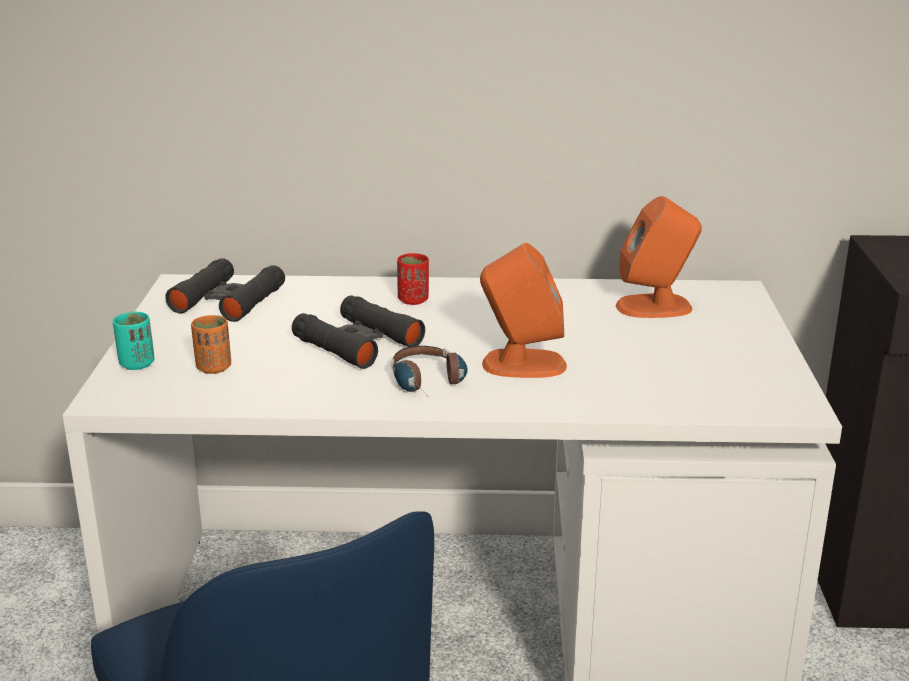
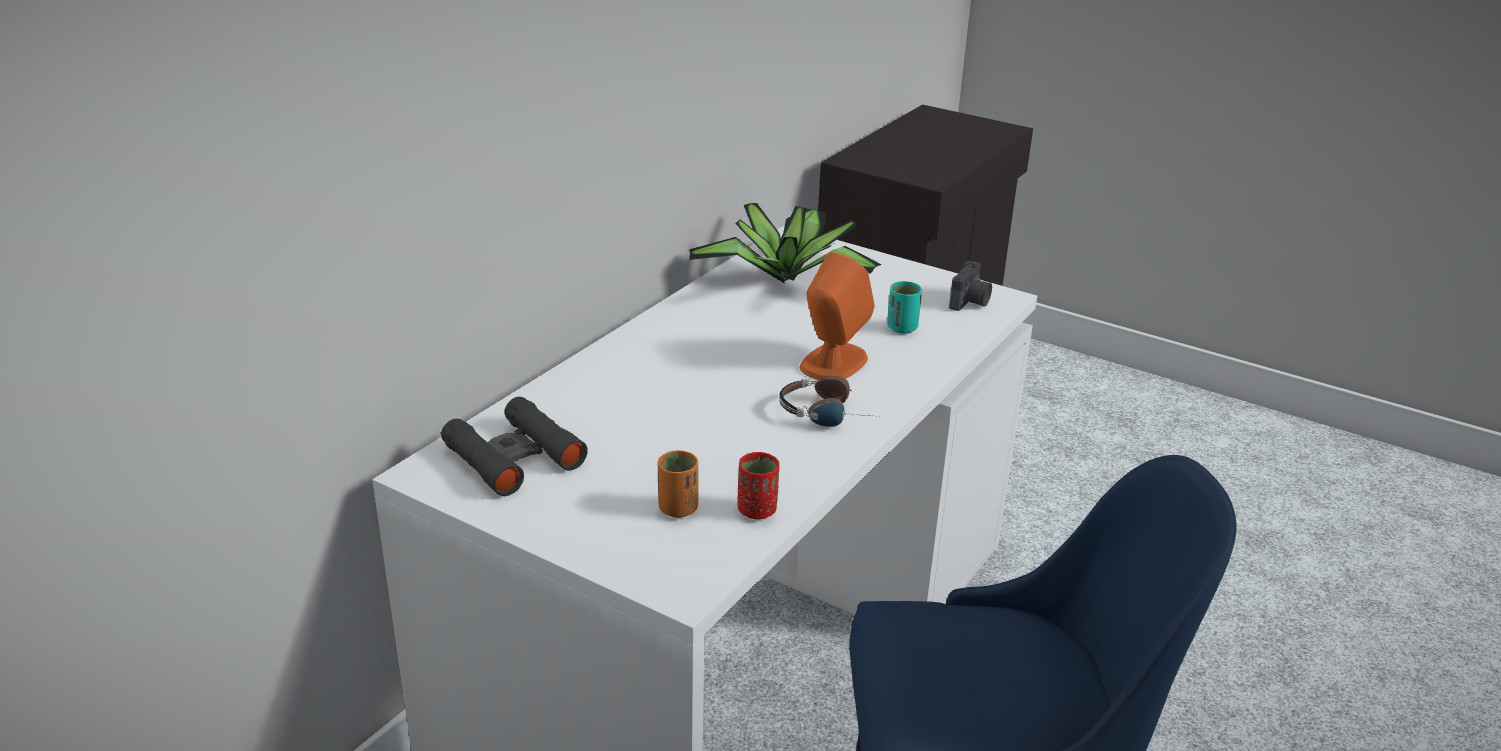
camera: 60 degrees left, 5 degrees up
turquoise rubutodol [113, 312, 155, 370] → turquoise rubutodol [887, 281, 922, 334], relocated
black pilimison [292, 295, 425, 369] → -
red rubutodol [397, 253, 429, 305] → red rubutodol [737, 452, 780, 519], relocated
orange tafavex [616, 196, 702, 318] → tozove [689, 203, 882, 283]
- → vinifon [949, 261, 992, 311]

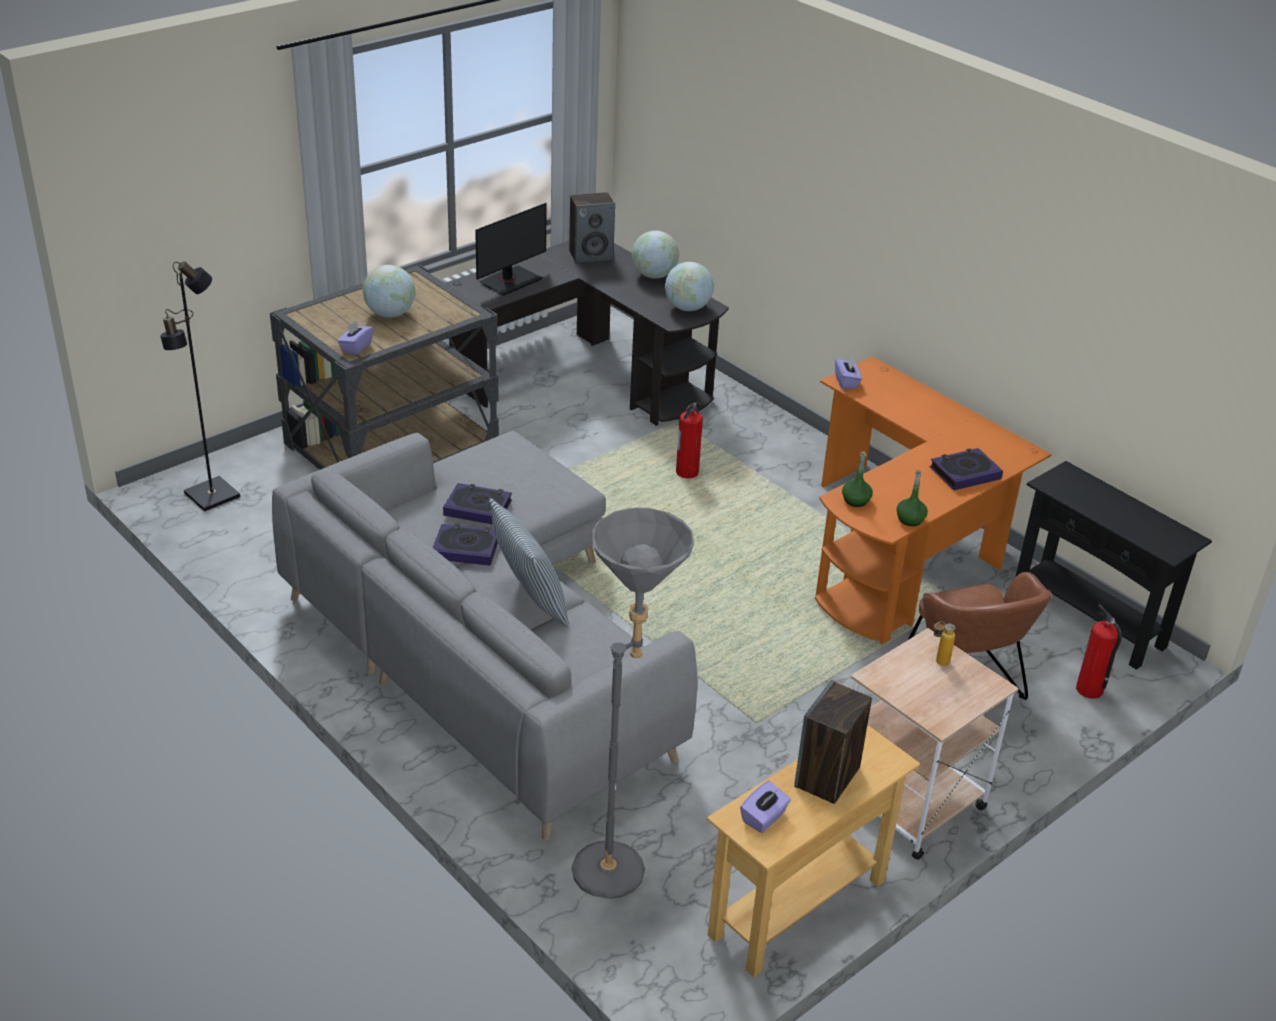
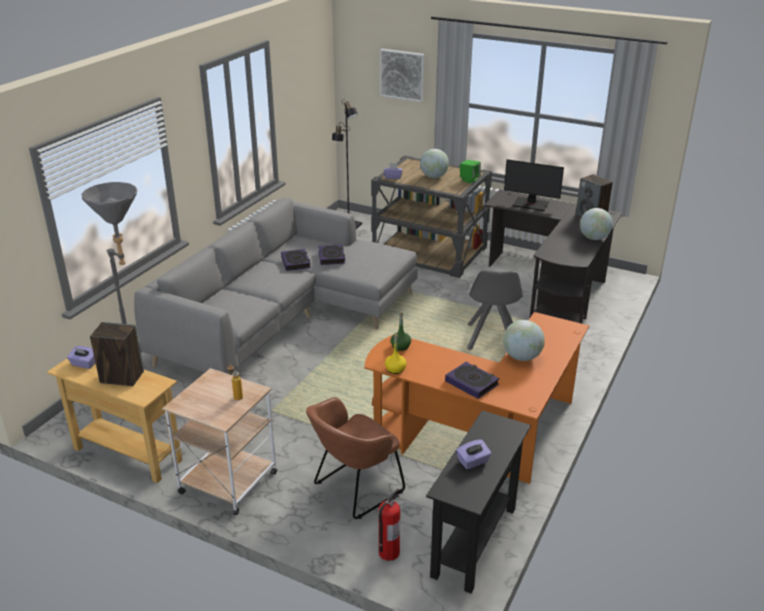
camera: 70 degrees right, 5 degrees down
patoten [489, 498, 569, 628] → -
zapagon [665, 262, 714, 311] → zapagon [503, 320, 545, 361], relocated
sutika [676, 402, 703, 479] → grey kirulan [467, 269, 523, 350]
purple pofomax [835, 358, 862, 389] → purple pofomax [456, 440, 492, 470], relocated
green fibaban [896, 470, 928, 526] → yellow fibaban [385, 334, 407, 374]
- → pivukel [380, 49, 424, 103]
- → green tafavex [460, 160, 481, 183]

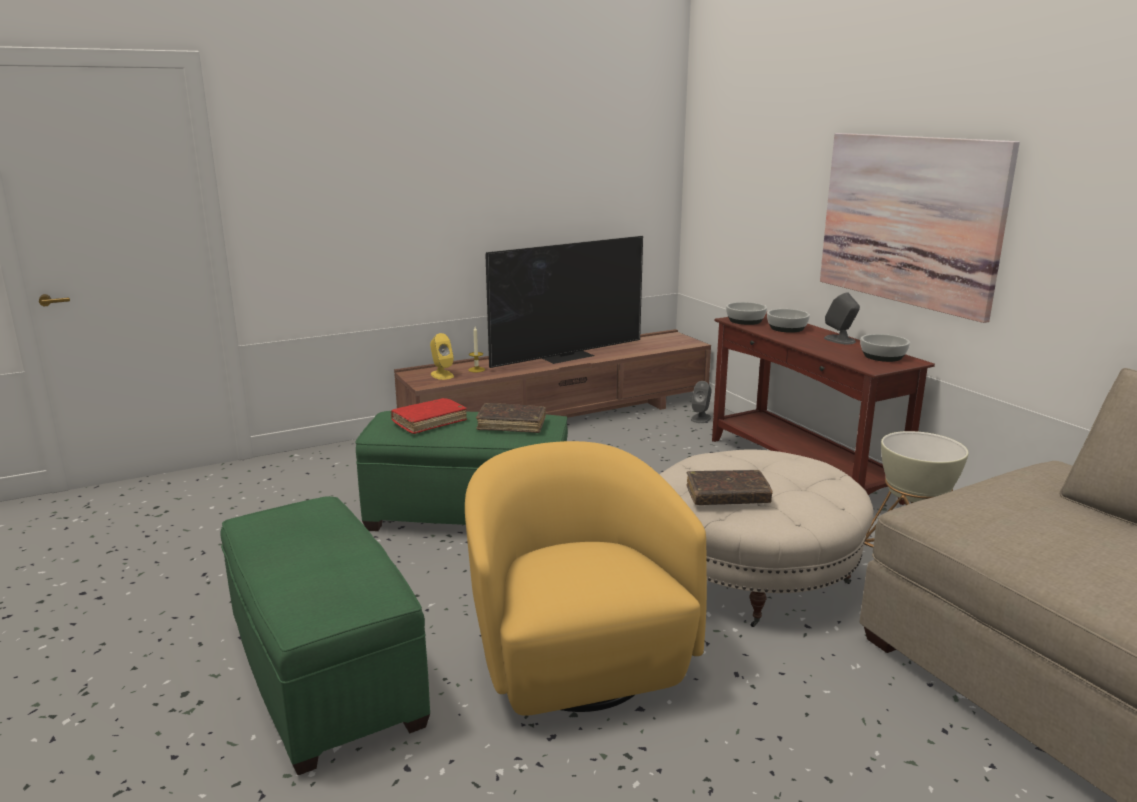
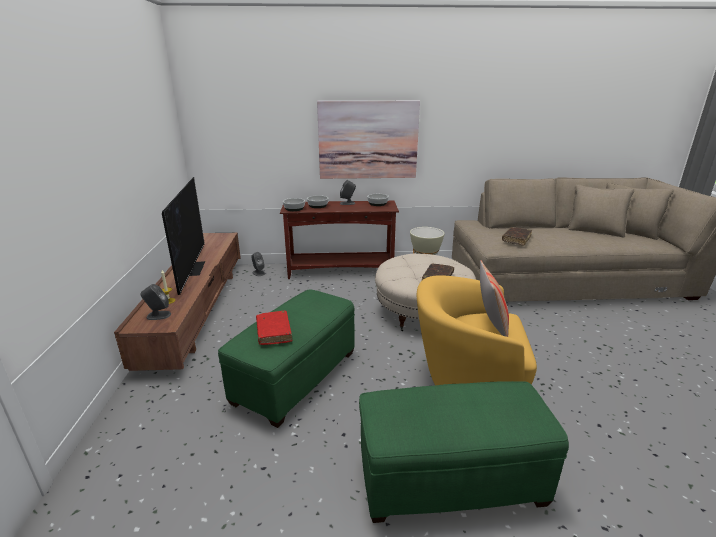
camera: 65 degrees left, 5 degrees up
yellow tafavex [430, 333, 454, 380] → grey tafavex [140, 284, 171, 320]
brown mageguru [476, 403, 546, 433] → brown mageguru [502, 227, 532, 246], relocated
- → patoten [480, 260, 509, 337]

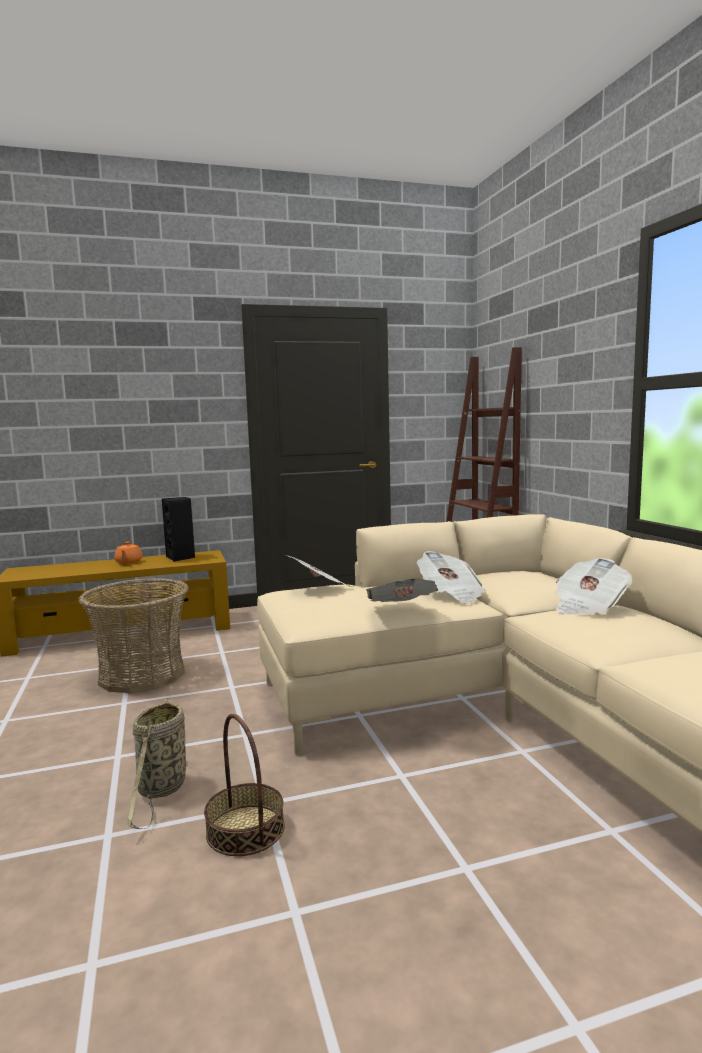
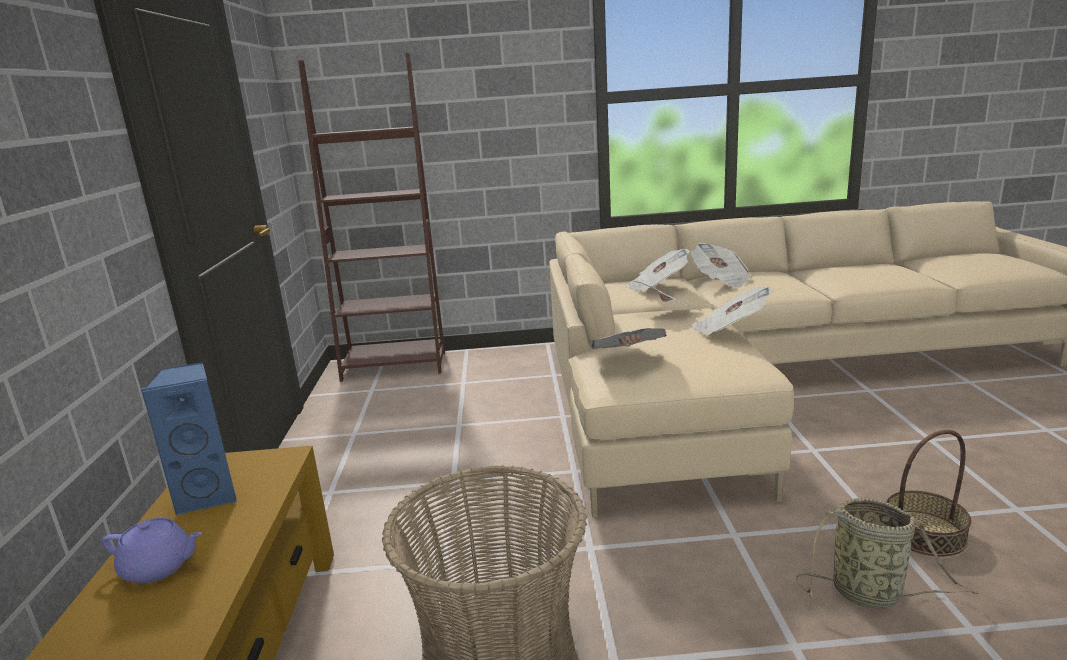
camera: 75 degrees left, 10 degrees up
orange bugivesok [114, 542, 143, 564] → purple bugivesok [102, 518, 202, 583]
black tafavex [162, 497, 195, 562] → blue tafavex [141, 362, 237, 516]
- → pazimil [625, 249, 690, 292]

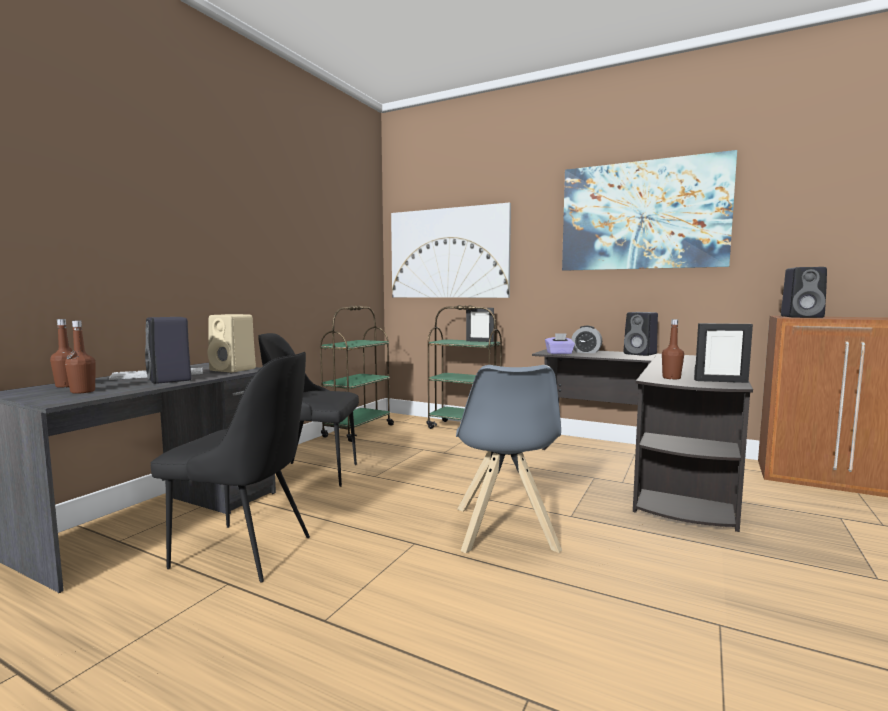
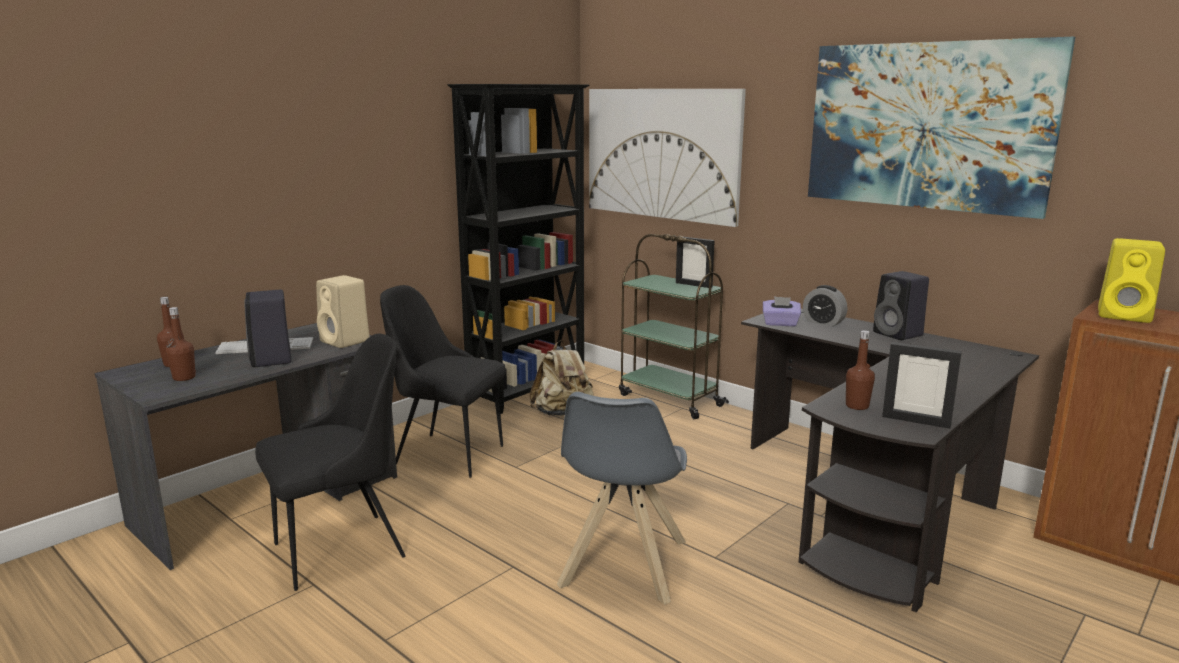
camera: 15 degrees right, 10 degrees up
black kirulan [151, 352, 310, 583] → black kirulan [255, 334, 405, 591], 60 degrees counterclockwise
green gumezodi [320, 305, 394, 442] → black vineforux [448, 84, 589, 414]
black tafavex [781, 267, 827, 318] → yellow tafavex [1098, 238, 1165, 323]
- → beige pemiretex [530, 340, 594, 416]

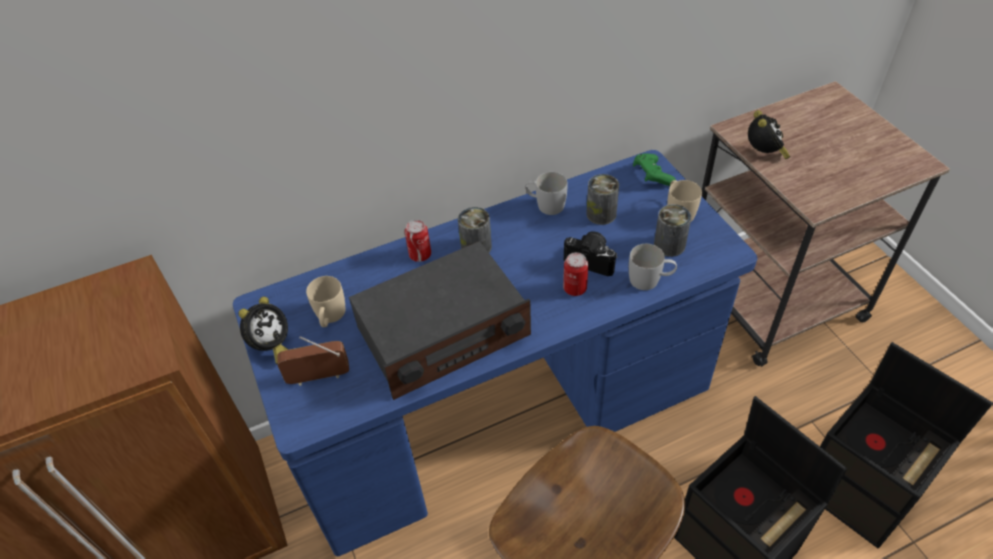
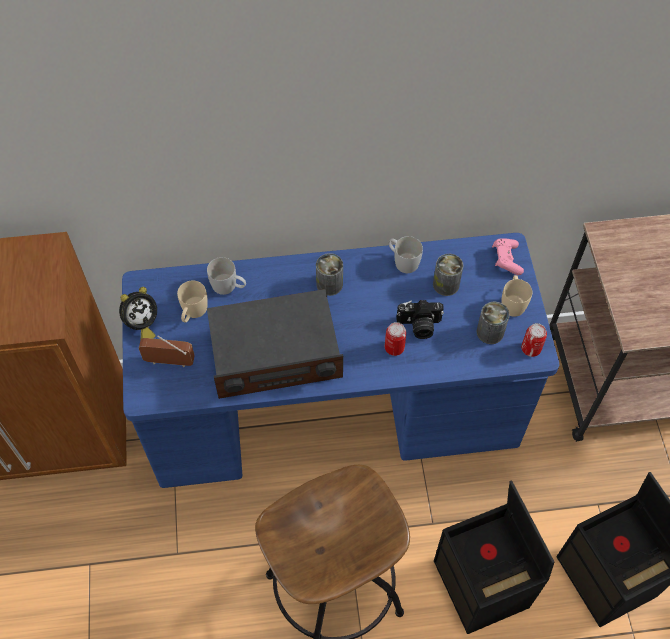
camera: 15 degrees right, 10 degrees up
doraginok [405, 219, 431, 262] → doraginok [521, 323, 547, 357], relocated
vinifon [564, 231, 617, 276] → vinifon [396, 300, 444, 339], 135 degrees clockwise
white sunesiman [629, 244, 677, 290] → white sunesiman [207, 257, 246, 295], relocated
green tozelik [633, 153, 676, 186] → pink tozelik [492, 238, 524, 275]
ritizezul [748, 110, 790, 159] → -

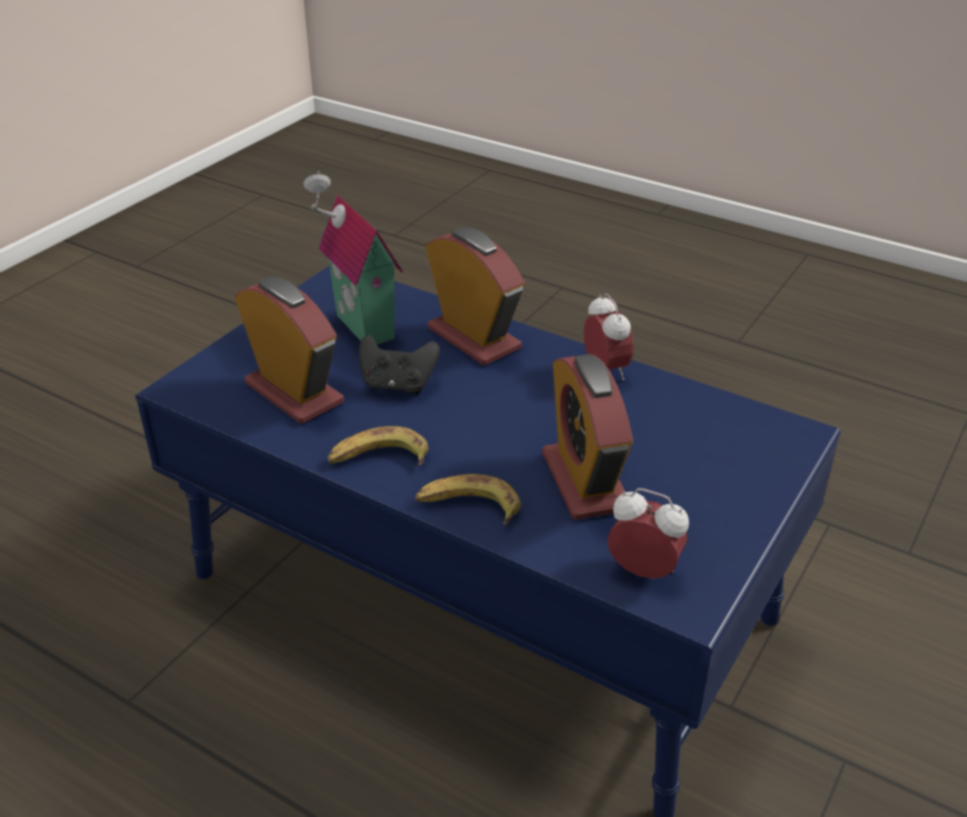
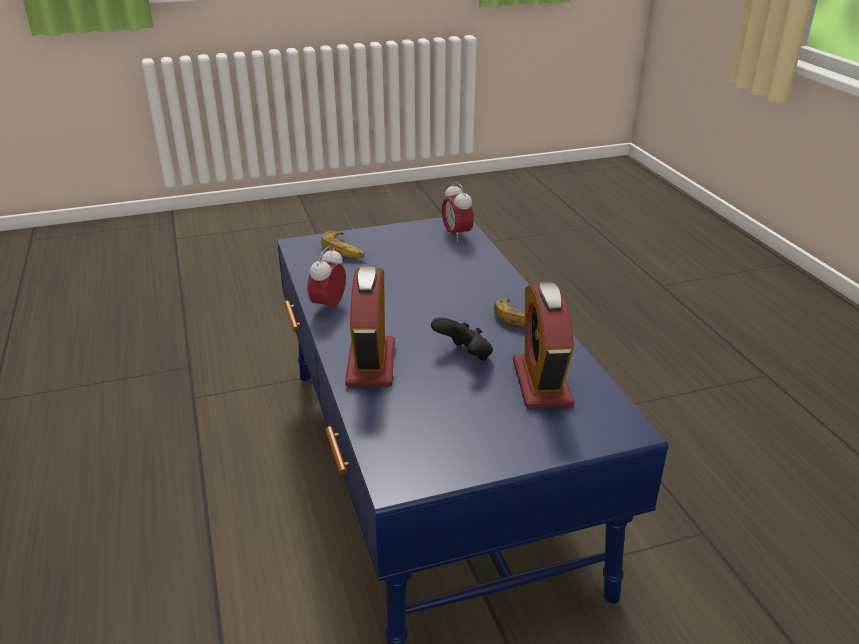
camera: 140 degrees left, 5 degrees down
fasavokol [303, 171, 403, 344] → -
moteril [415, 474, 521, 525] → moteril [321, 231, 365, 258], relocated
ritizezul [542, 354, 633, 520] → -

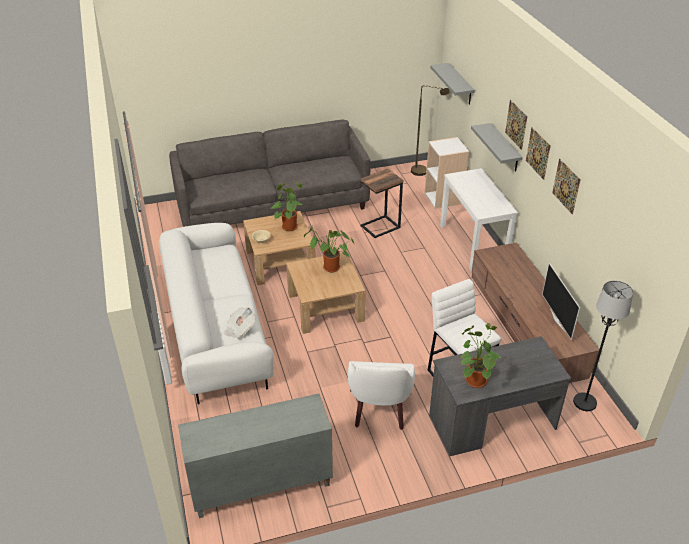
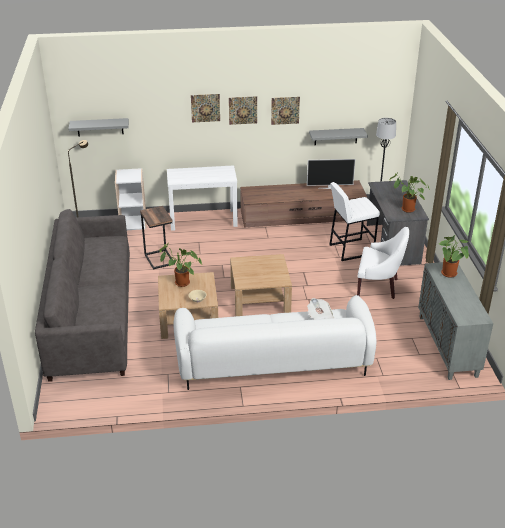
camera: 80 degrees left, 5 degrees down
tozove [304, 226, 354, 272] → tozove [439, 235, 469, 278], relocated
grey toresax [471, 123, 523, 172] → grey toresax [309, 128, 368, 145], relocated

